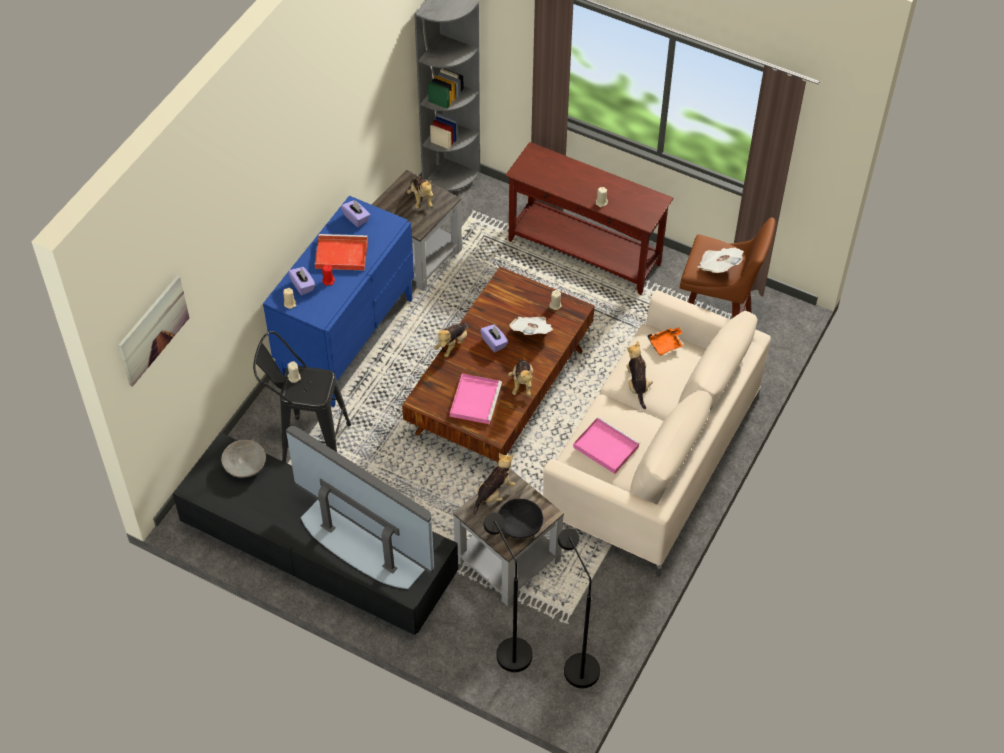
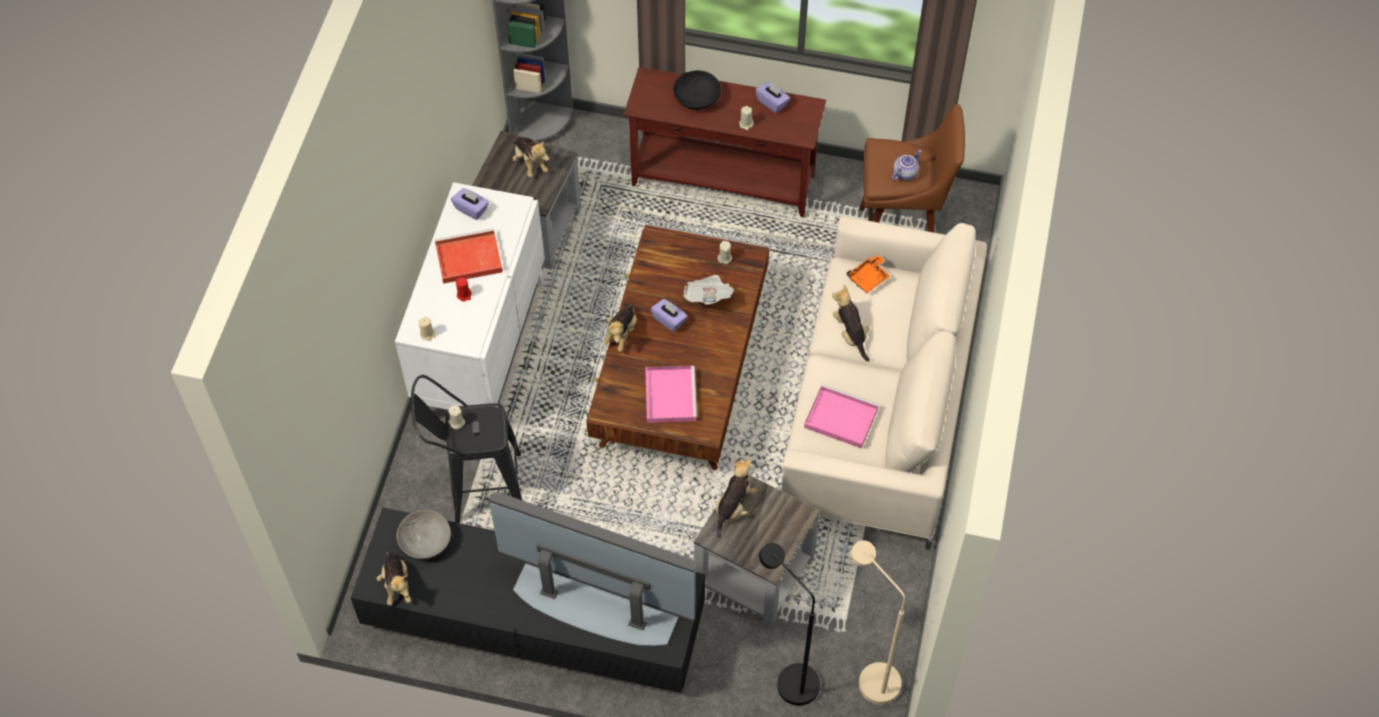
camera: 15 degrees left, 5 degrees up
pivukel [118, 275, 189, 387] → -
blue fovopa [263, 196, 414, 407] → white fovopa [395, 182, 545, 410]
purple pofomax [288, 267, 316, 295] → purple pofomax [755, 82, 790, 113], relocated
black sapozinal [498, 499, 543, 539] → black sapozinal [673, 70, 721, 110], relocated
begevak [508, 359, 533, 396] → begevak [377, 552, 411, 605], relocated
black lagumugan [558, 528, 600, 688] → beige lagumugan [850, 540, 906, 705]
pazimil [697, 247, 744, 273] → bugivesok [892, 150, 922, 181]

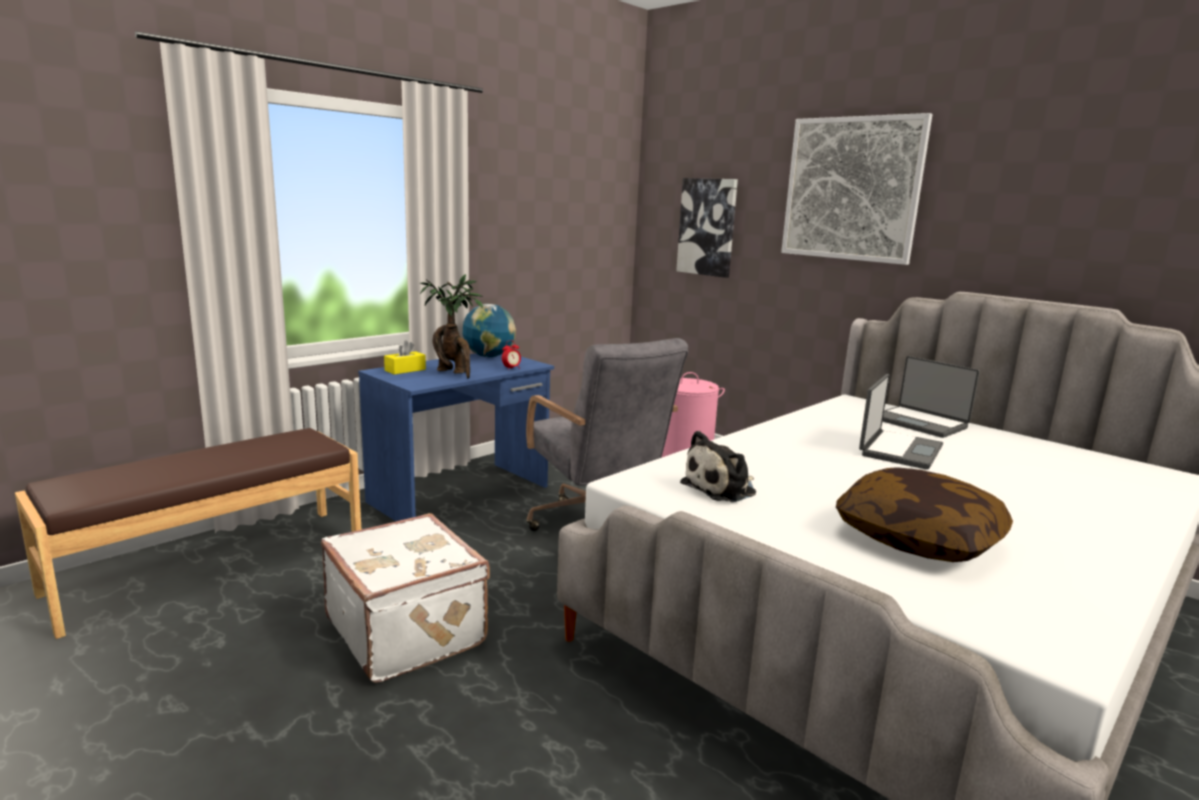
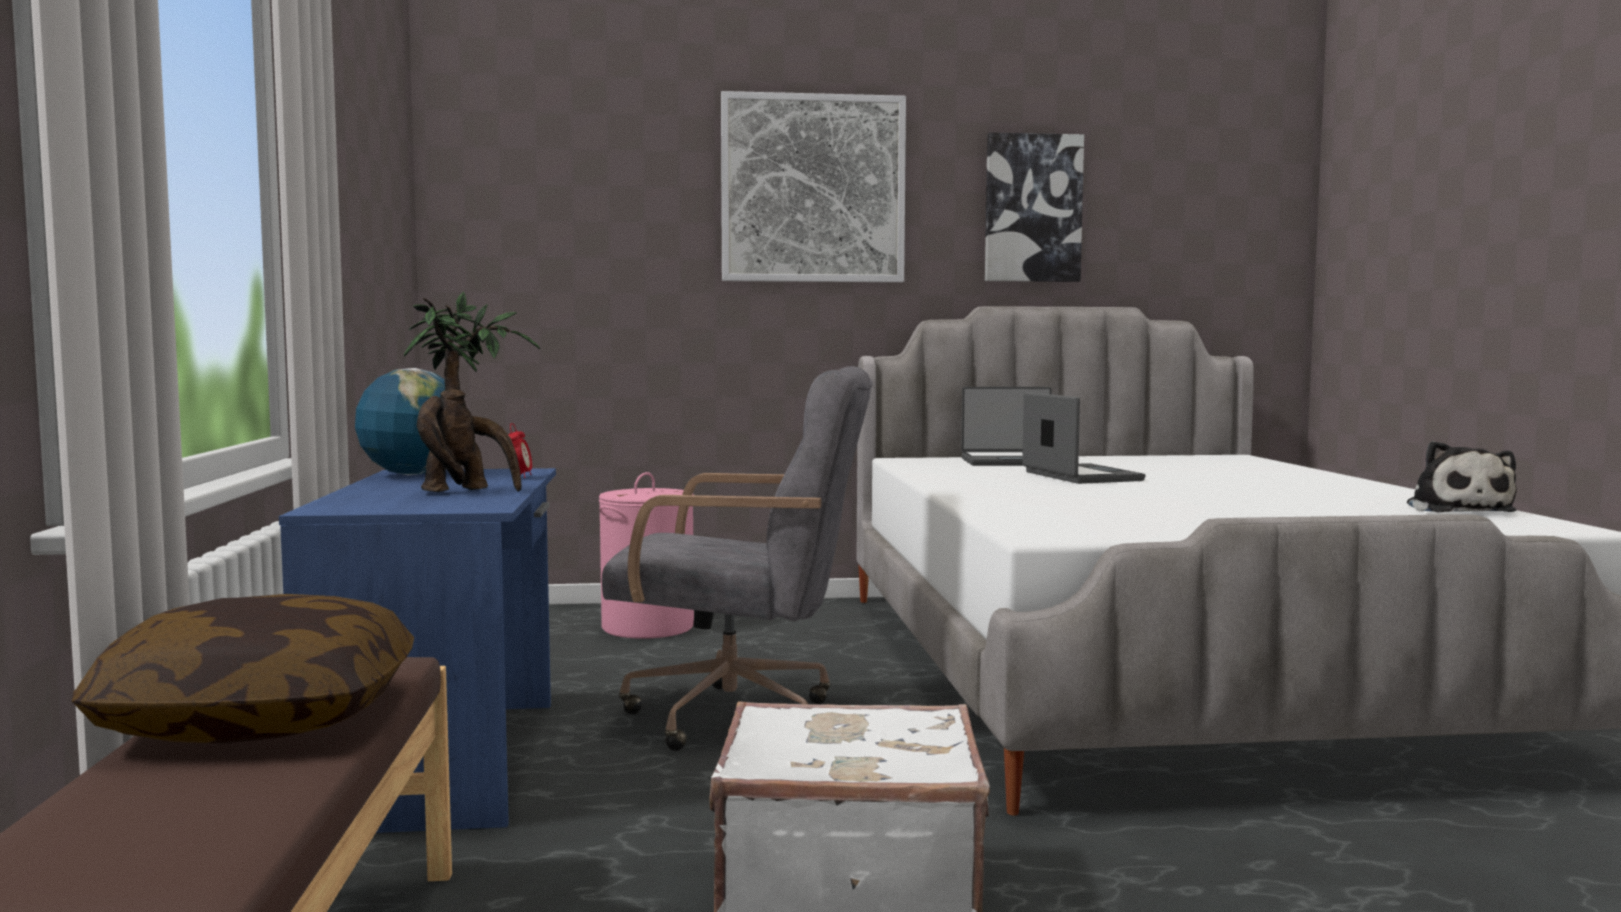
camera: 50 degrees left, 10 degrees down
yellow pofomax [384, 340, 426, 375] → -
pivukel [676, 178, 738, 278] → pivukel [985, 132, 1084, 282], relocated
begevak [680, 431, 756, 502] → begevak [1407, 441, 1517, 512], relocated
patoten [836, 467, 1013, 562] → patoten [72, 594, 414, 744], relocated

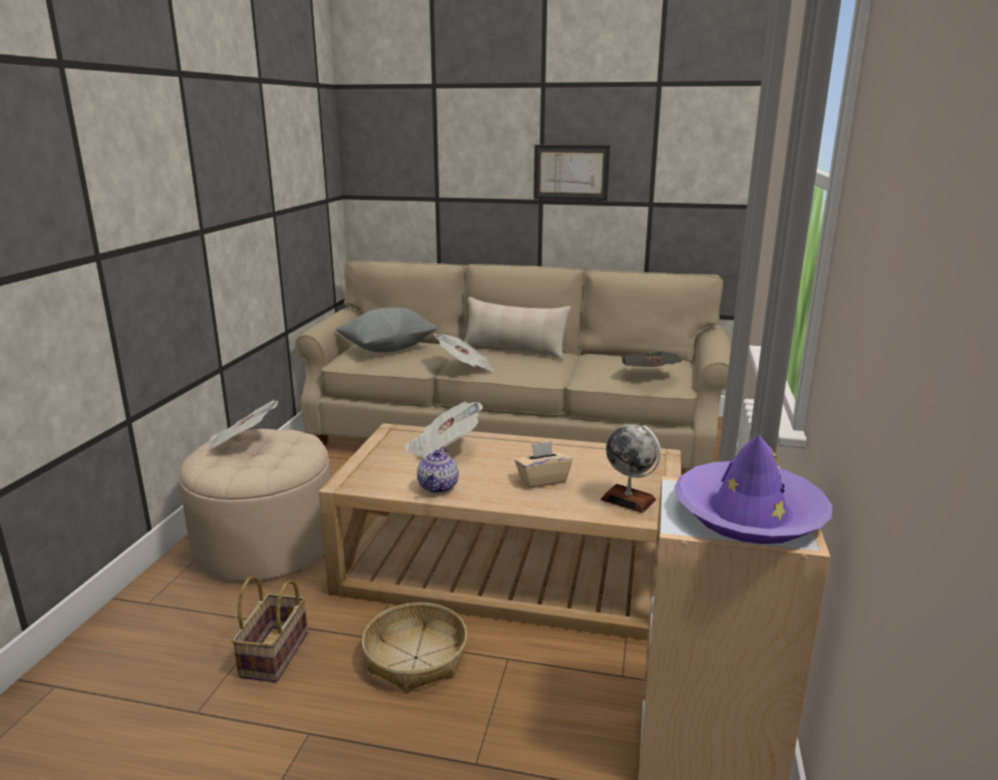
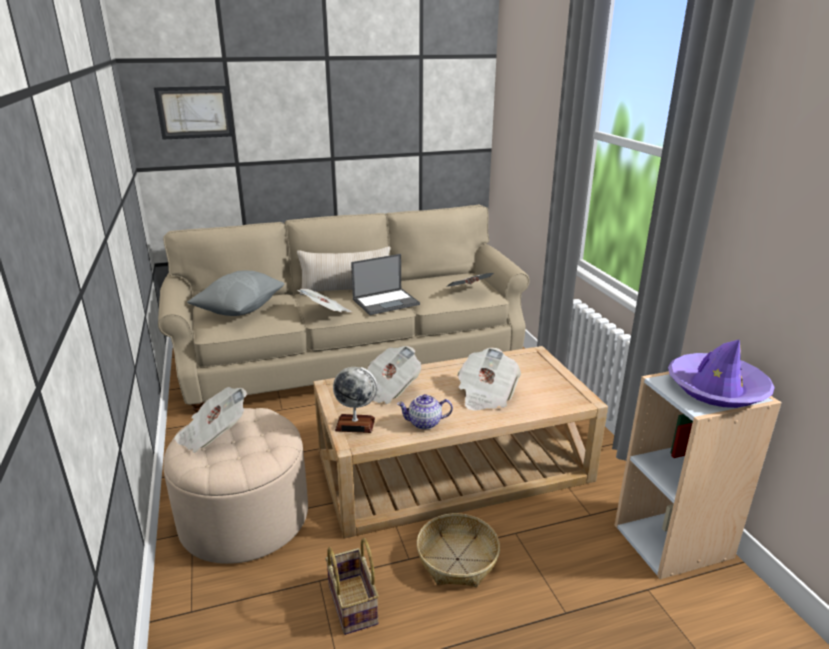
camera: 30 degrees left, 5 degrees up
bugivesok [417, 447, 459, 494] → bugivesok [397, 394, 453, 430], 105 degrees clockwise
beige pofomax [515, 441, 572, 488] → pazimil [458, 348, 521, 411]
pivukel [534, 145, 610, 201] → pivukel [154, 86, 233, 140], relocated
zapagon [601, 424, 661, 513] → zapagon [333, 367, 377, 433], relocated
- → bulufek [351, 254, 420, 315]

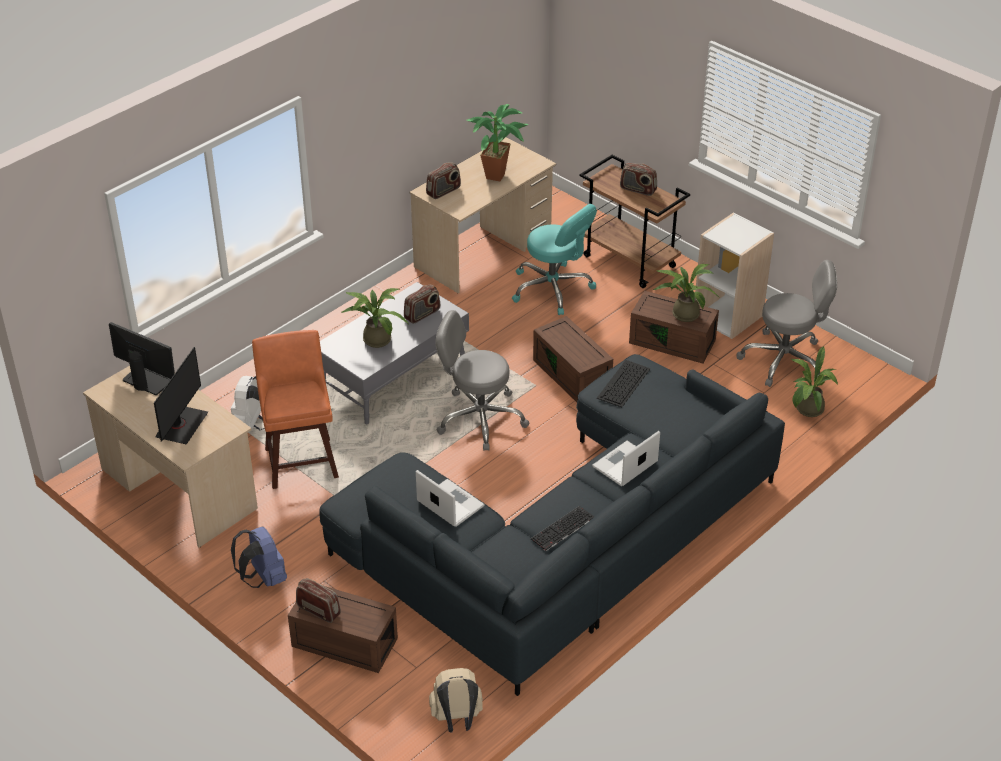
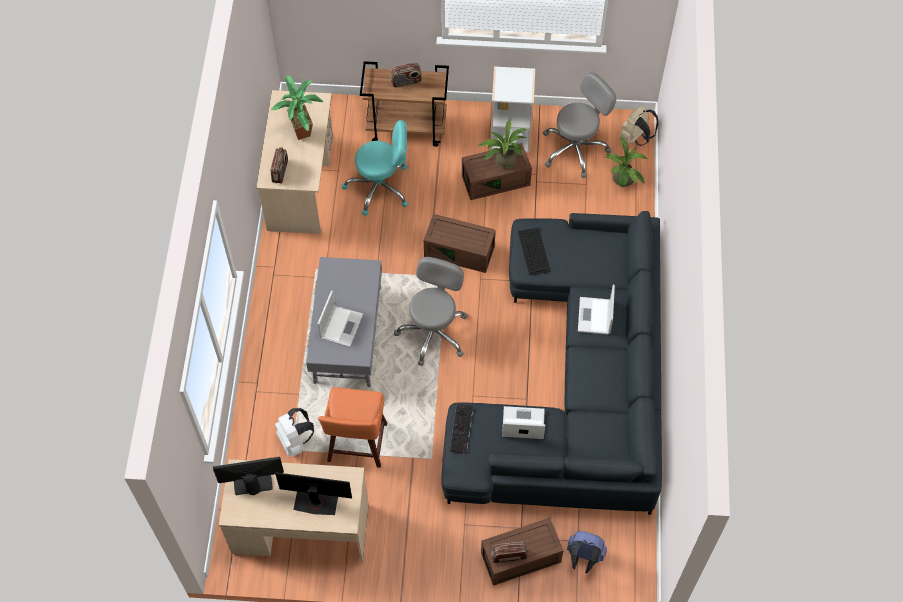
camera: 40 degrees left, 20 degrees up
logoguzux [154, 347, 208, 445] → logoguzux [275, 472, 352, 515], 60 degrees counterclockwise
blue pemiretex [231, 527, 287, 588] → blue pemiretex [567, 531, 607, 573], relocated
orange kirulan [252, 330, 339, 489] → orange kirulan [318, 387, 387, 468], 120 degrees counterclockwise
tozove [342, 288, 409, 348] → bulufek [317, 291, 363, 347]
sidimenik [404, 285, 440, 324] → -
beige pemiretex [429, 668, 483, 733] → beige pemiretex [620, 106, 659, 146], relocated
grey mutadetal [435, 310, 529, 451] → grey mutadetal [394, 257, 468, 366], 135 degrees clockwise
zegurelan [531, 506, 594, 551] → zegurelan [450, 404, 473, 454], relocated

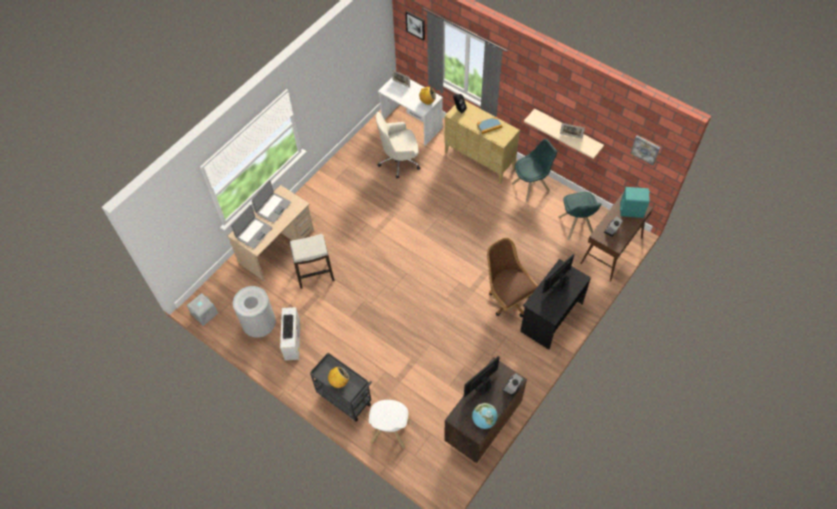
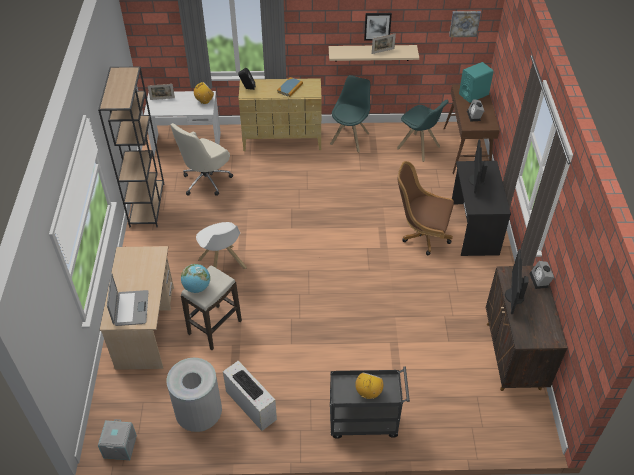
camera: 40 degrees left, 10 degrees down
bulufek [252, 180, 291, 223] → -
white kirulan [369, 400, 410, 449] → white kirulan [196, 222, 247, 269], relocated
pivukel [406, 11, 425, 40] → pivukel [364, 13, 392, 41], relocated
zapagon [472, 403, 498, 429] → zapagon [181, 264, 210, 293], relocated
- → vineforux [98, 67, 165, 228]

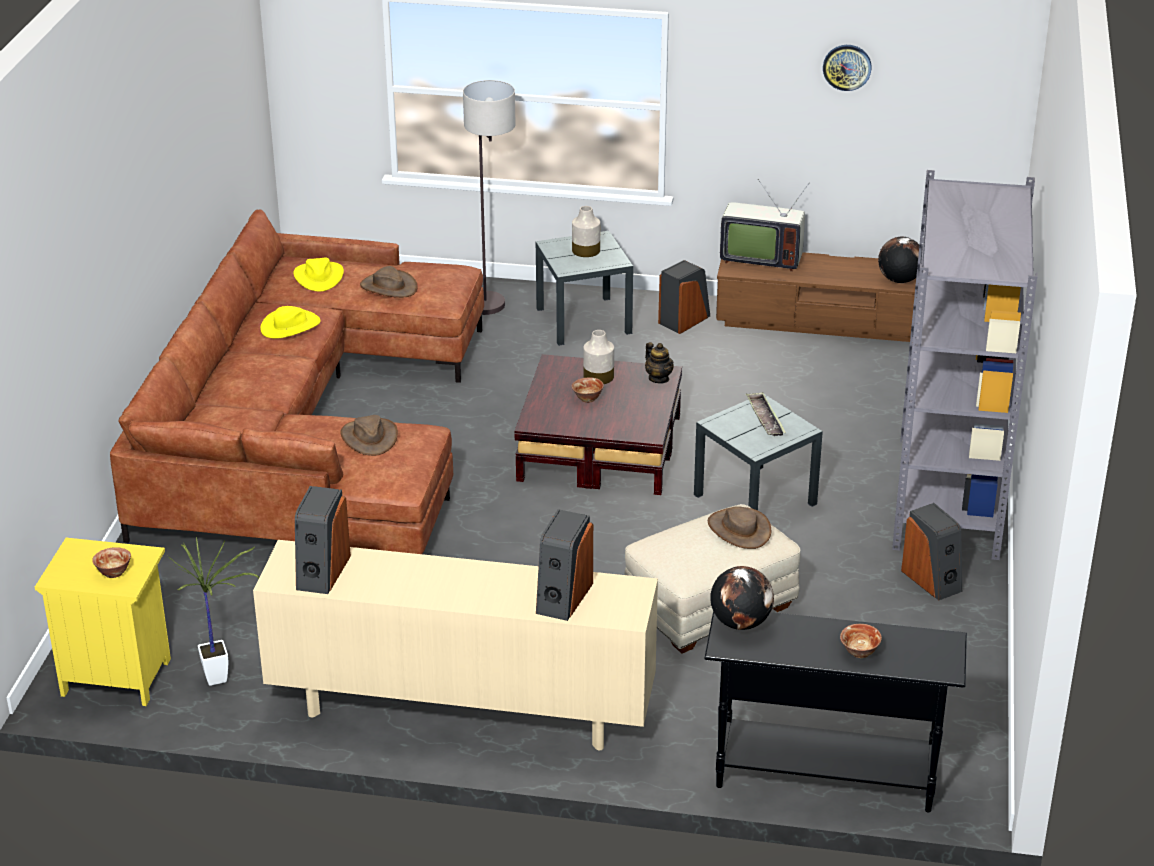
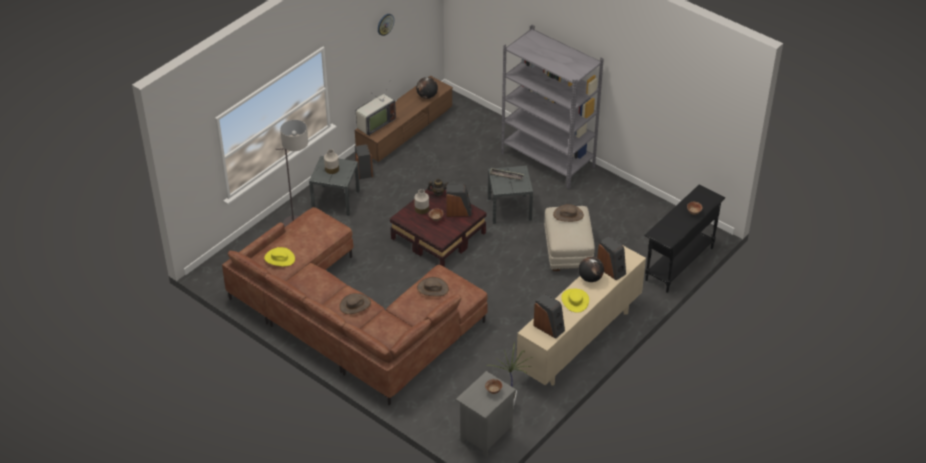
camera: 60 degrees left, 10 degrees up
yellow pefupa [35, 538, 171, 706] → grey pefupa [456, 371, 516, 457]
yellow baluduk [261, 306, 321, 339] → yellow baluduk [561, 289, 589, 313], relocated
brown baluduk [360, 266, 418, 298] → brown baluduk [339, 293, 371, 314], relocated
zapagon [710, 566, 774, 630] → zapagon [578, 257, 604, 282], relocated
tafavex [901, 503, 962, 601] → tafavex [446, 184, 472, 217], relocated

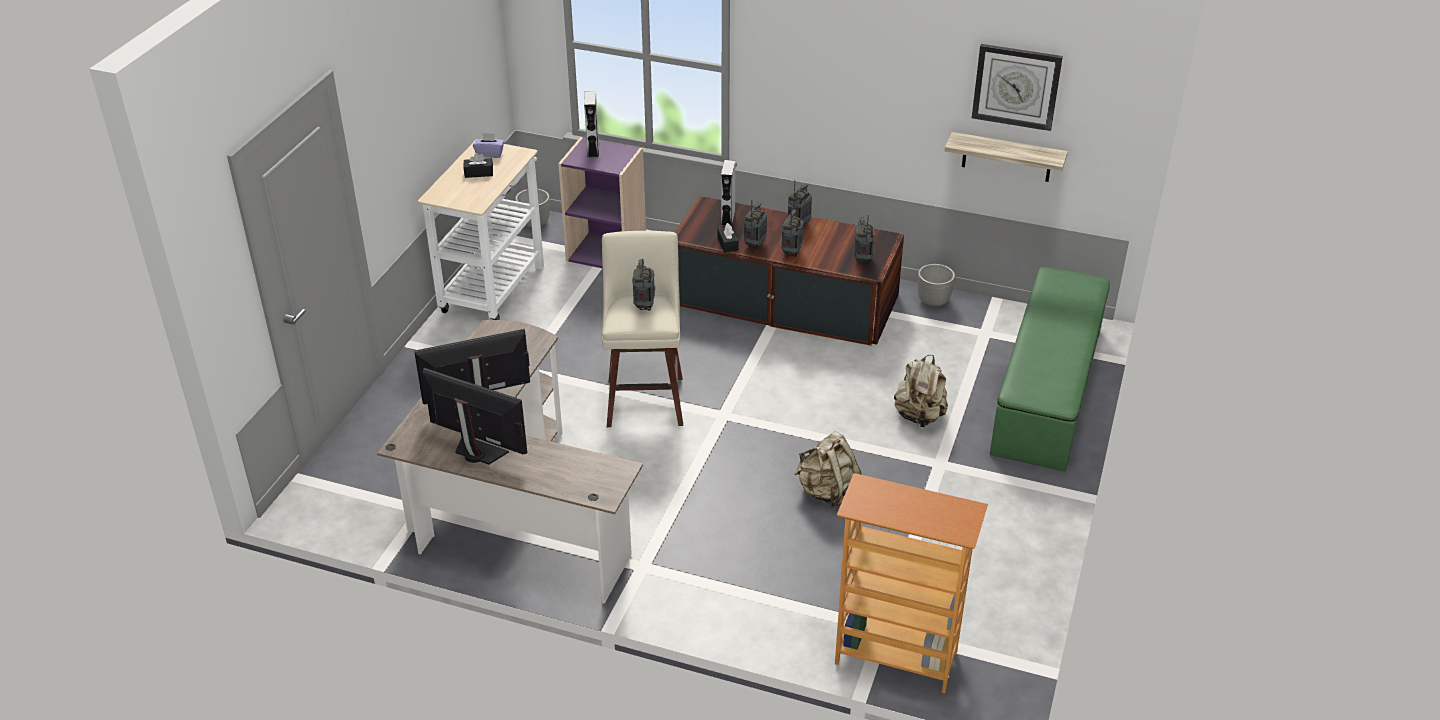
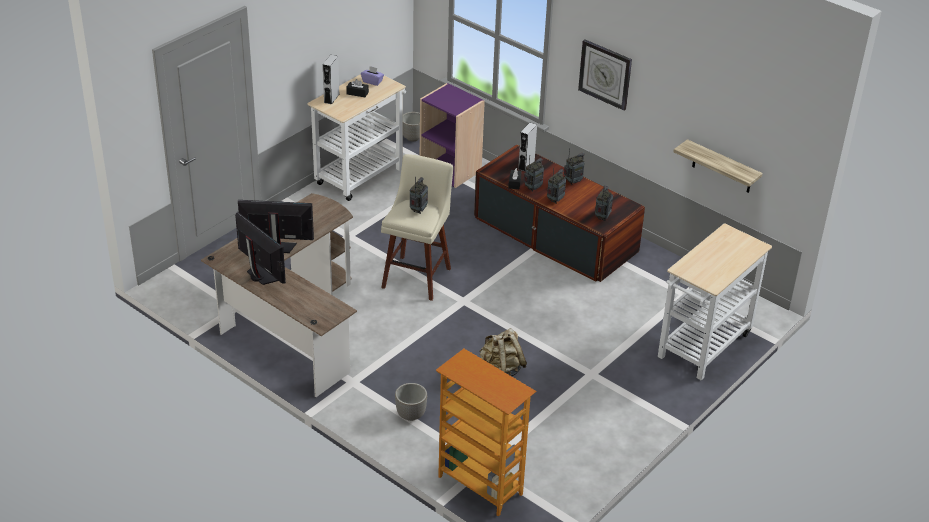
camera: 20 degrees right, 0 degrees up
grey tafavex [584, 91, 599, 157] → grey tafavex [323, 55, 339, 104], relocated
beige pemiretex [894, 355, 948, 427] → -
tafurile [918, 264, 955, 307] → tafurile [395, 383, 427, 421], relocated
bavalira [972, 44, 1063, 131] → bavalira [578, 39, 632, 111], relocated
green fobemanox [990, 267, 1110, 471] → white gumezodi [658, 224, 772, 380]

